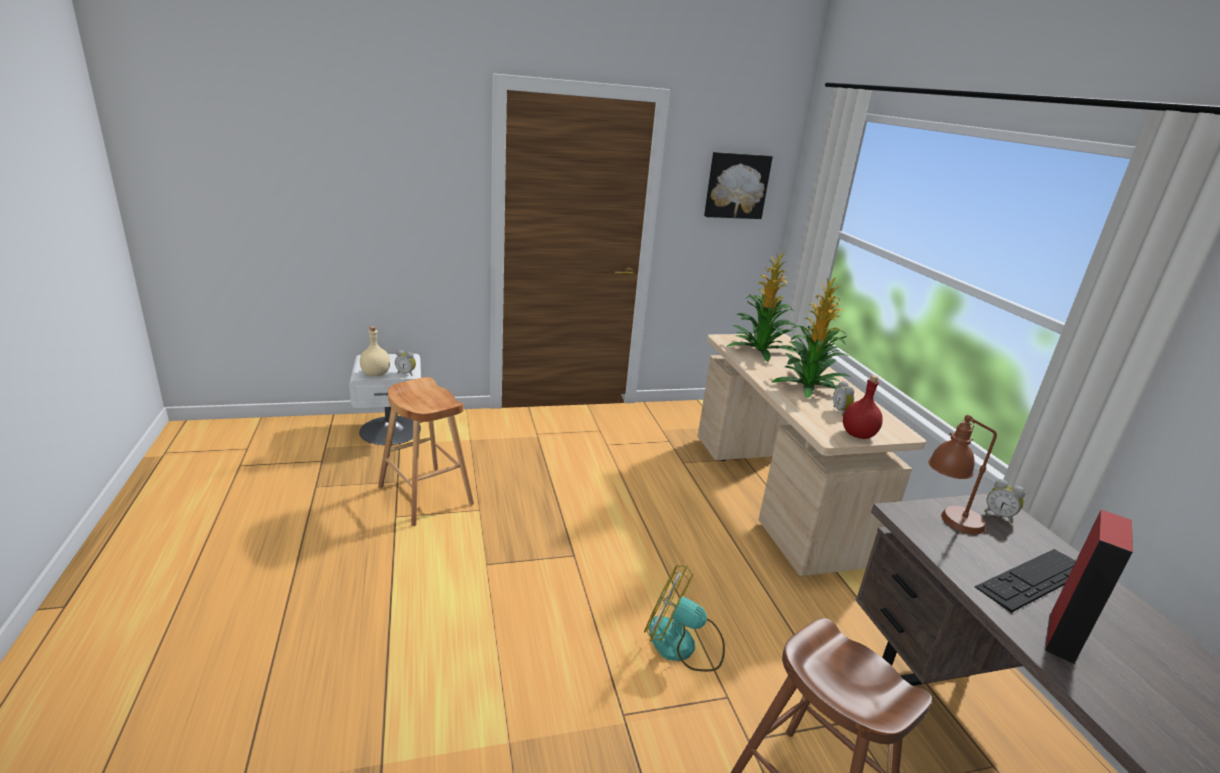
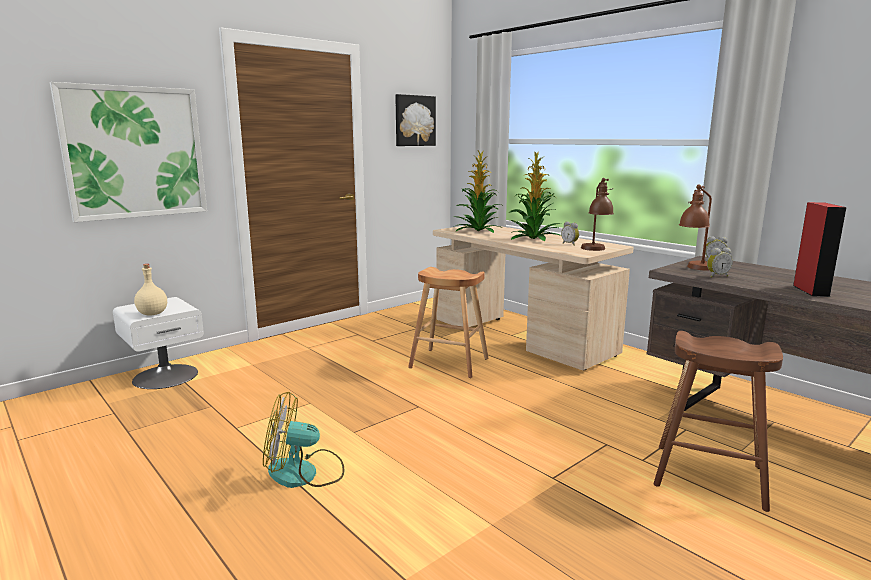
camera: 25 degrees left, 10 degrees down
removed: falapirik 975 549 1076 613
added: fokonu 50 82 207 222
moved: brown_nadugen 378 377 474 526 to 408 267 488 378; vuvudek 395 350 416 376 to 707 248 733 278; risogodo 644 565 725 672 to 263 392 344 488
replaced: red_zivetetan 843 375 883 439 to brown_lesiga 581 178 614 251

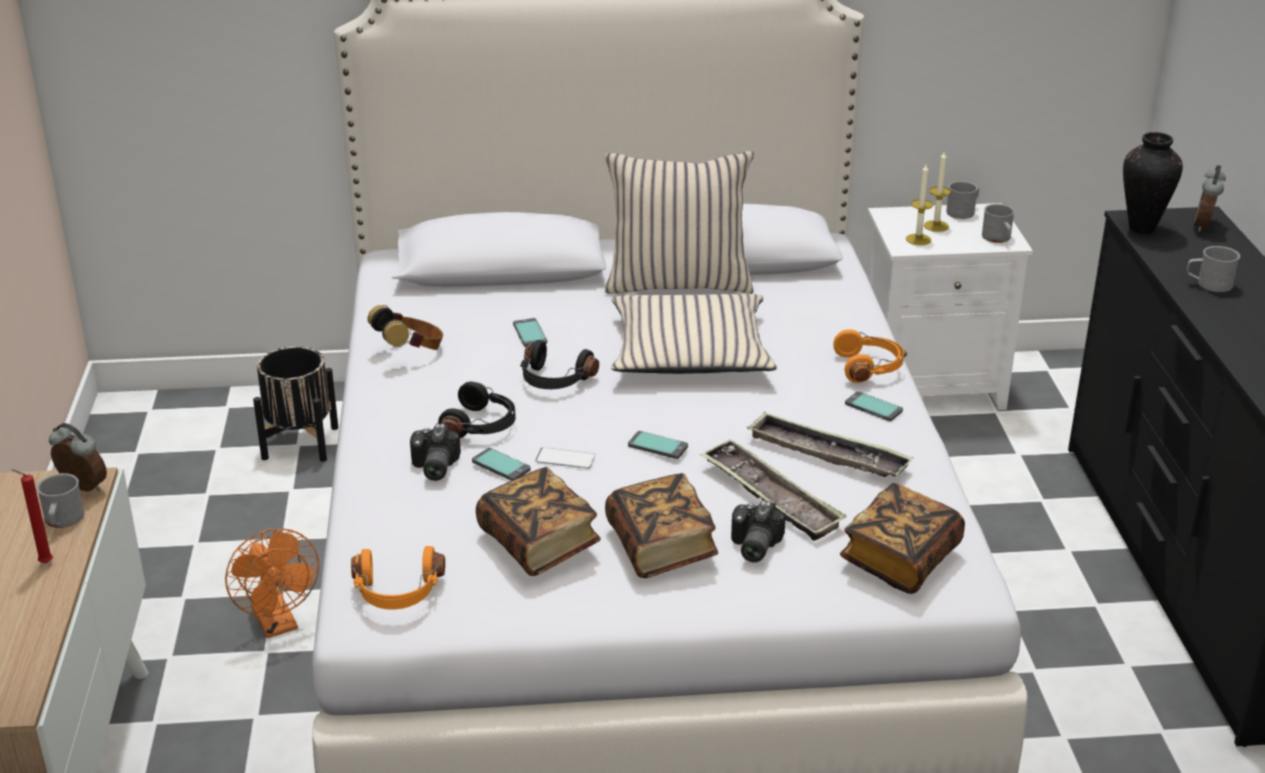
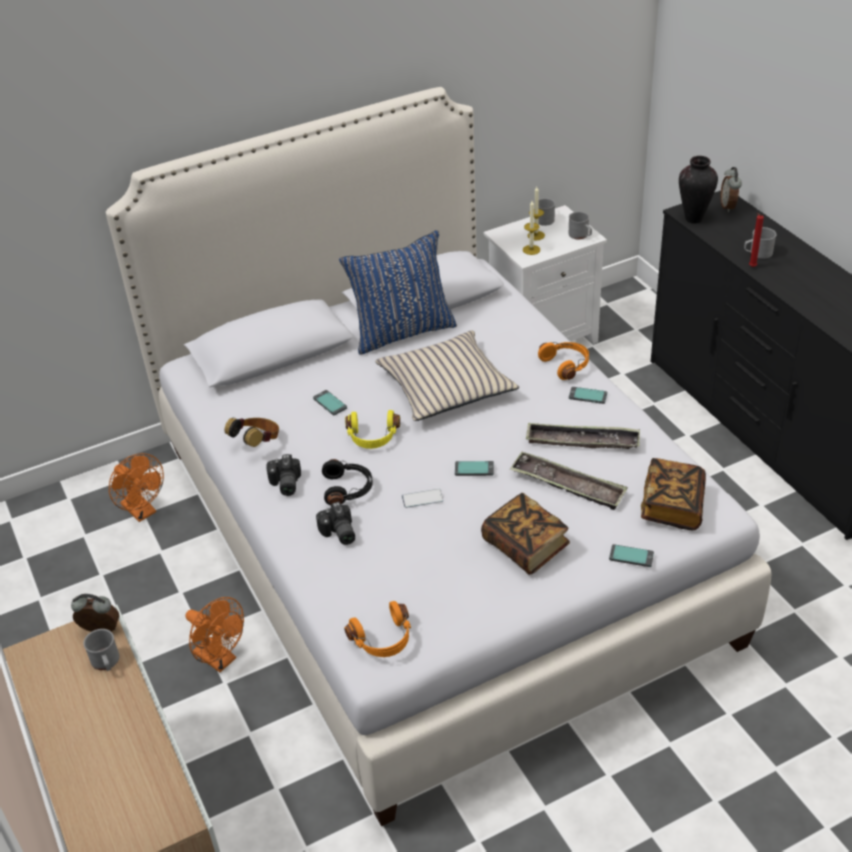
camera: 20 degrees left, 10 degrees up
removed: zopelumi 476 467 601 576
moved: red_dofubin 11 469 53 563 to 749 213 764 267; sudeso 472 448 531 481 to 609 544 654 567; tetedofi 731 500 786 563 to 266 454 301 496
replaced: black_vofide 253 346 338 462 to orange_risogodo 109 453 164 522
recoloured: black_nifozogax 520 340 599 389 to yellow_nifozogax 345 410 400 449; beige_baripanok 605 151 754 294 to blue_baripanok 339 230 457 355

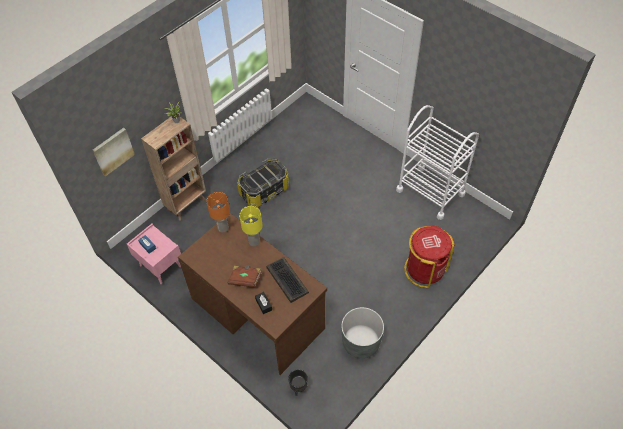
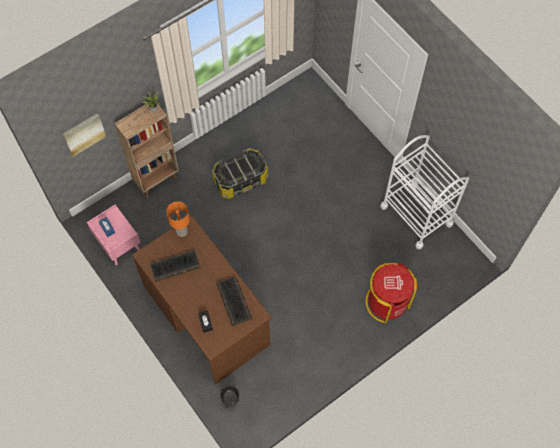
camera: 10 degrees right, 10 degrees up
removed: brown_zopelumi 227 266 262 287; yellow_lesiga 239 206 263 246; grey_vofide 341 307 384 358
added: falapirik 150 249 200 282

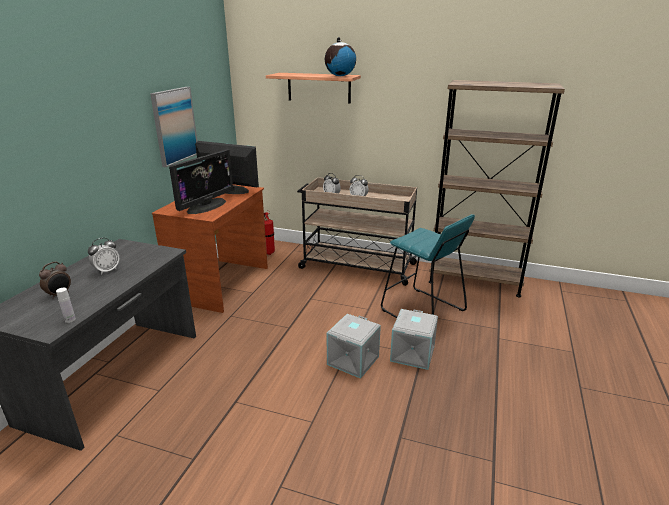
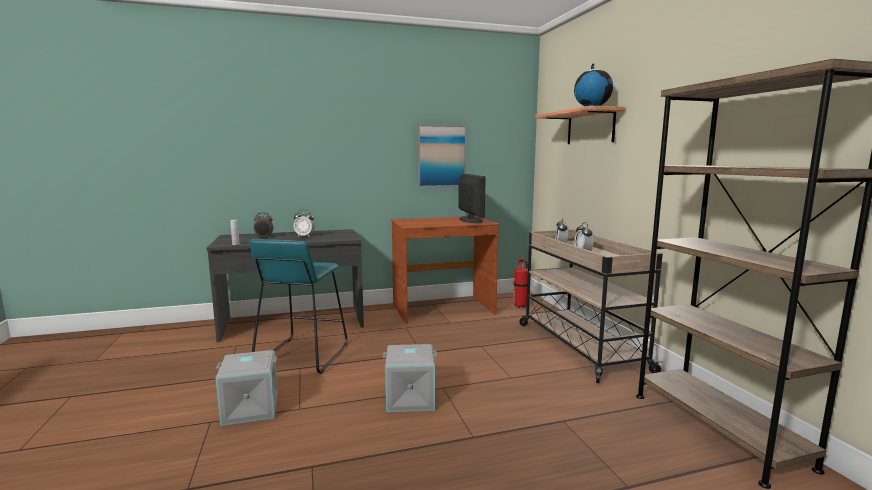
camera: 55 degrees right, 15 degrees down
removed: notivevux 169 149 233 214
moved: turquoise_nadugen 381 214 475 318 to 249 239 347 374; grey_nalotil 390 309 438 370 to 215 350 278 426

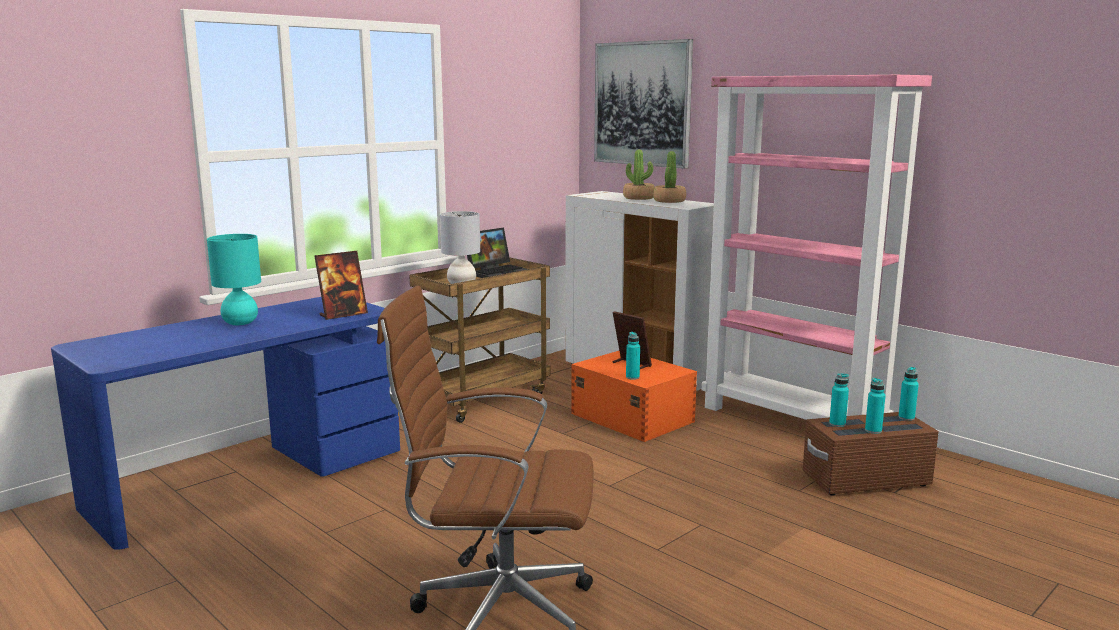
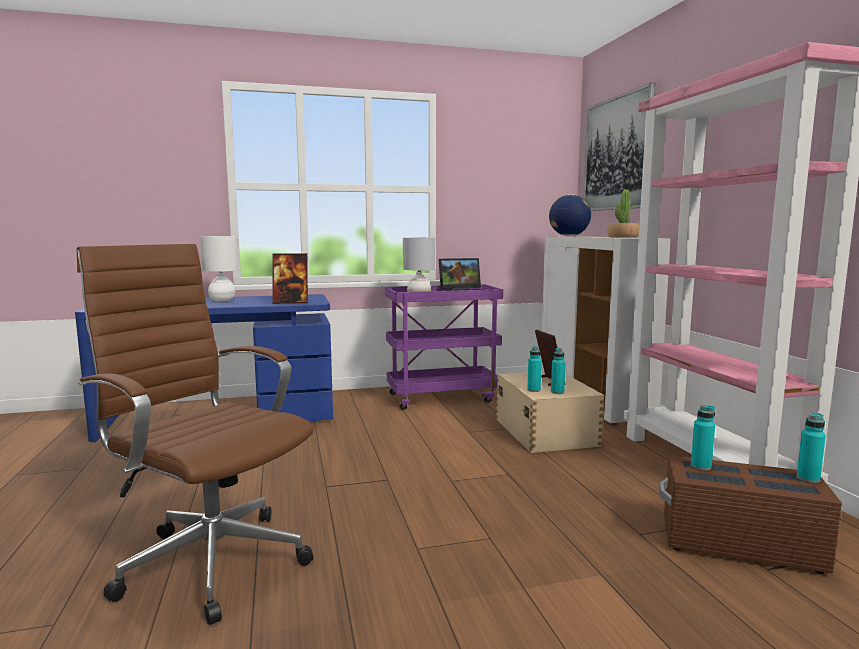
camera: 30 degrees right, 5 degrees down
removed: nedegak 623 150 655 200
added: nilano 549 194 591 236
moved: turquoise_zivetetan 865 378 886 434 to 551 348 566 394
recoloured: turquoise_lesiga 207 234 261 325 to white_lesiga 200 236 239 301; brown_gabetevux 409 257 550 423 to purple_gabetevux 385 284 503 410; orange_nalotil 571 351 697 442 to beige_nalotil 496 371 604 453

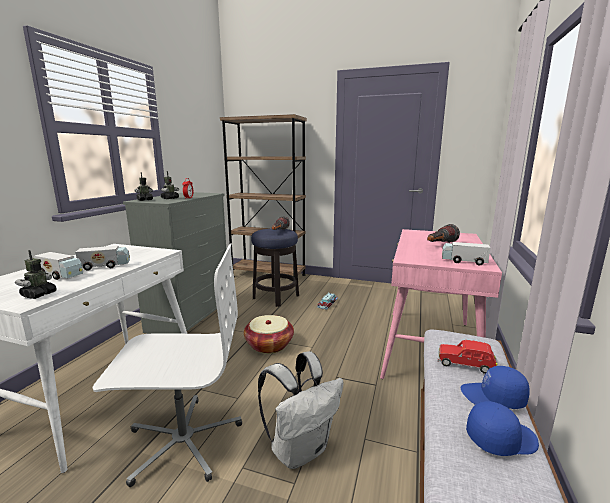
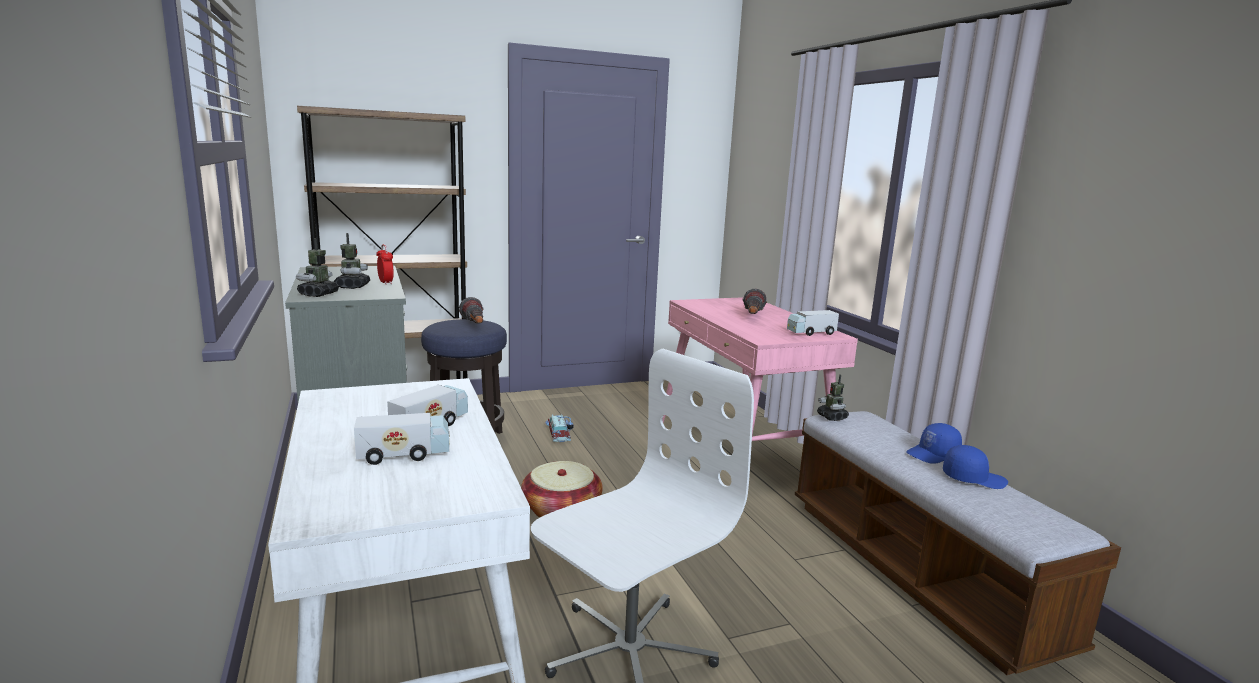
camera: 40 degrees left, 0 degrees up
removed: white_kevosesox 258 351 344 469; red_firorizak 438 340 499 374
moved: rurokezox 15 250 57 299 to 817 374 849 421
turned: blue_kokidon 466 401 539 456 = 943 445 1008 489 60 degrees clockwise

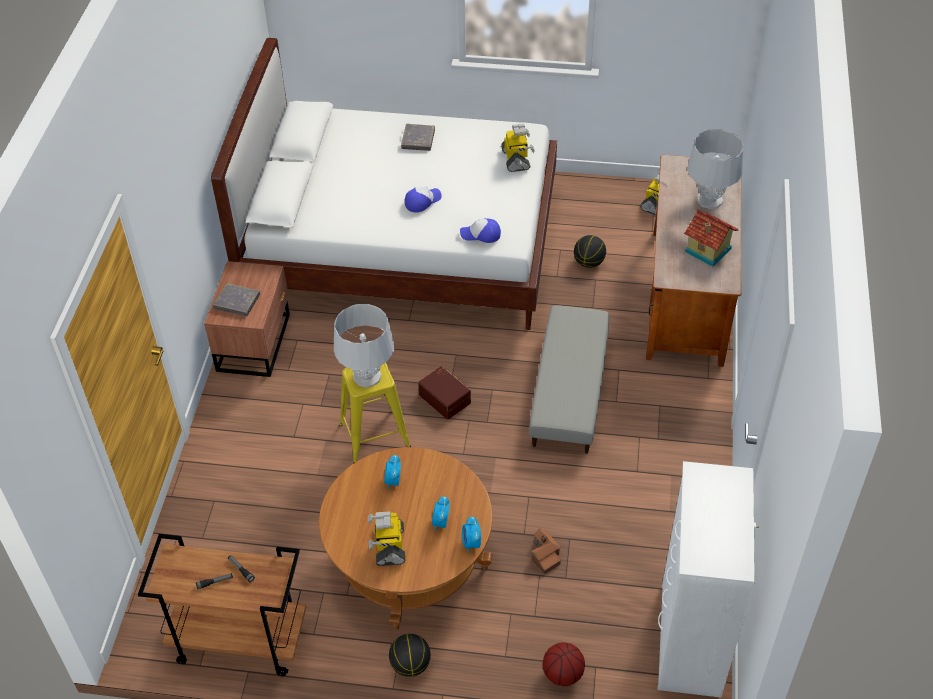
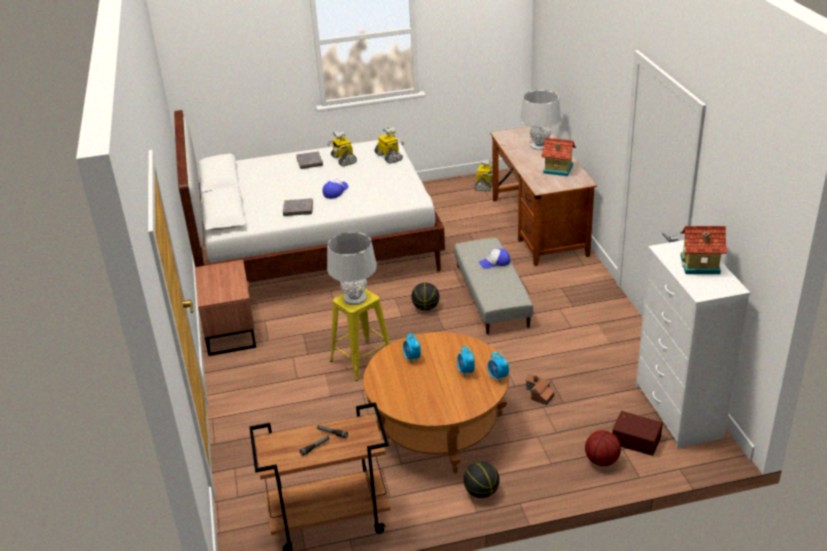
camera: 20 degrees left, 15 degrees down
added: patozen 680 226 727 274
moved: grey_zopelumi 213 283 260 316 to 283 198 313 216; rurokezox 368 511 405 566 to 327 130 357 167; brown_nalotil 418 366 471 420 to 612 411 663 456; kokidon 460 218 501 243 to 479 249 511 269; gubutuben 574 235 606 268 to 411 283 439 311

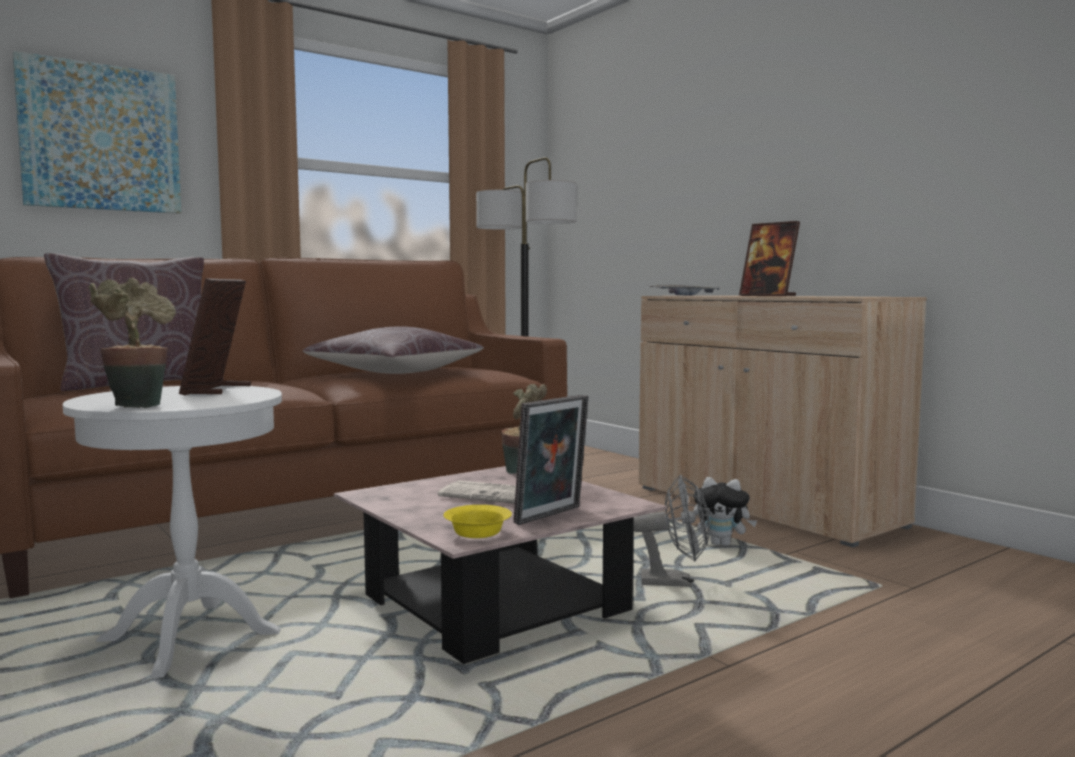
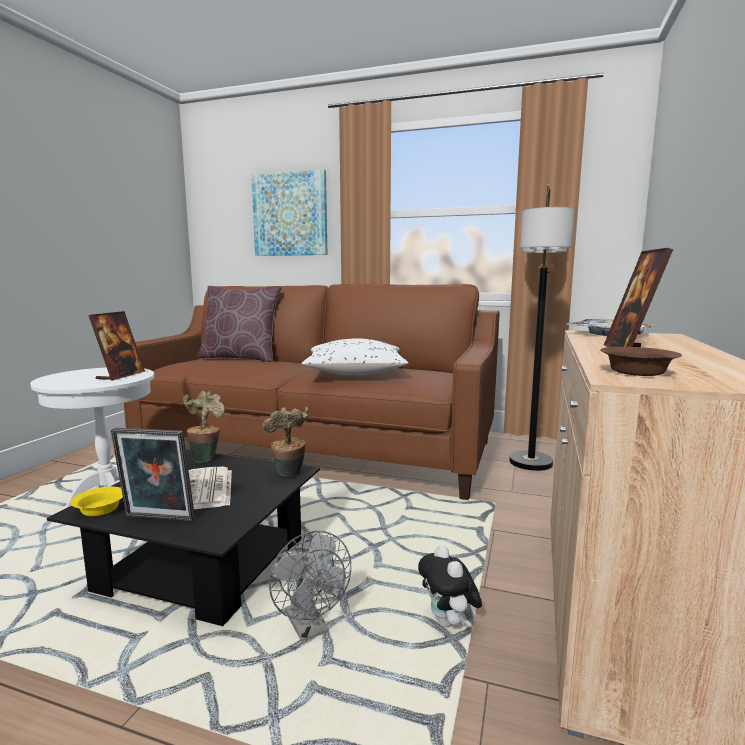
camera: 55 degrees right, 5 degrees up
added: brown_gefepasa 600 347 682 376
moved: nedegak 88 278 176 408 to 183 391 225 463
recoloured: brown_baripanok 303 326 484 374 to white_baripanok 301 339 408 376; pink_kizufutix 334 466 667 664 to black_kizufutix 47 450 320 626
turned: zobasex 179 278 251 396 = 88 311 145 381 135 degrees clockwise

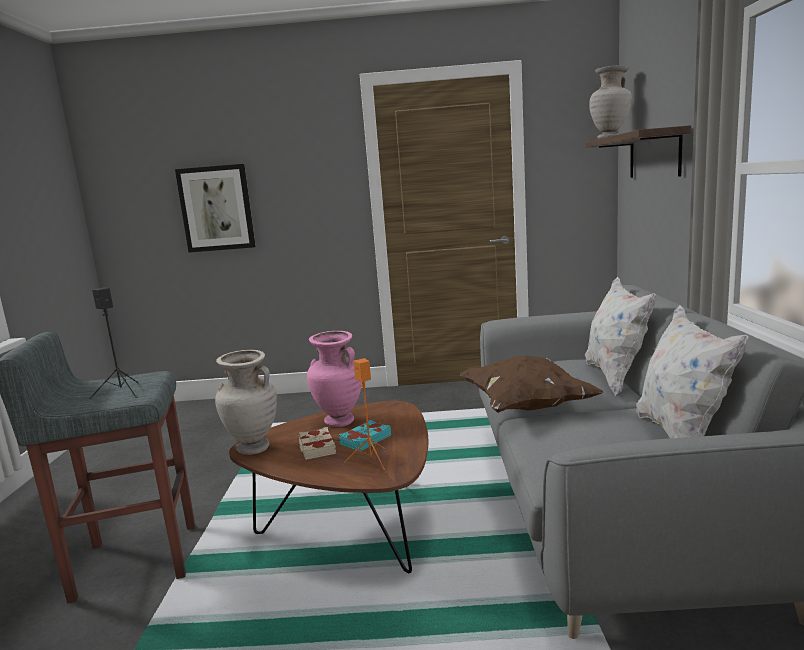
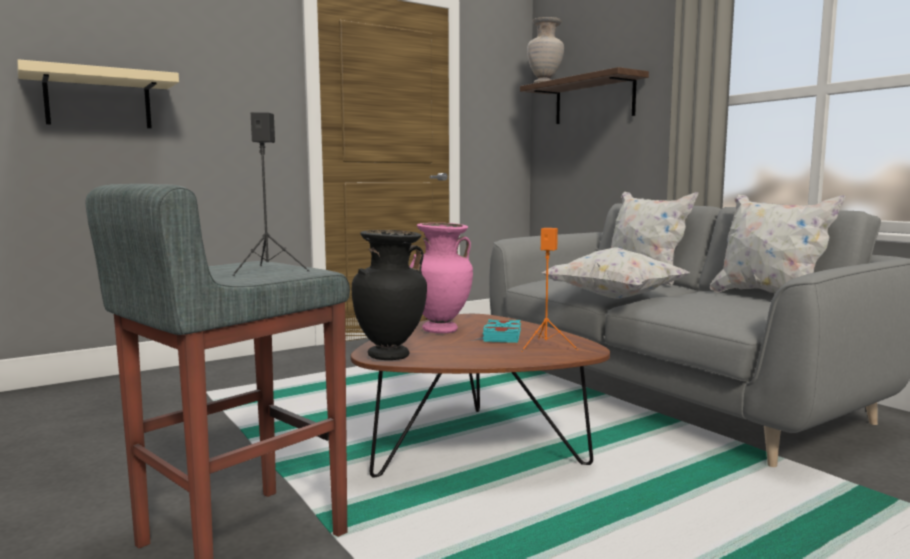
camera: 35 degrees left, 5 degrees down
removed: beige_zopelumi 299 427 336 460
replaced: fokonu 175 164 256 252 to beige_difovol 17 59 179 128
recoloured: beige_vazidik 215 350 277 455 to black_vazidik 352 230 427 360; brown_baripanok 460 356 604 413 to white_baripanok 542 247 690 299

